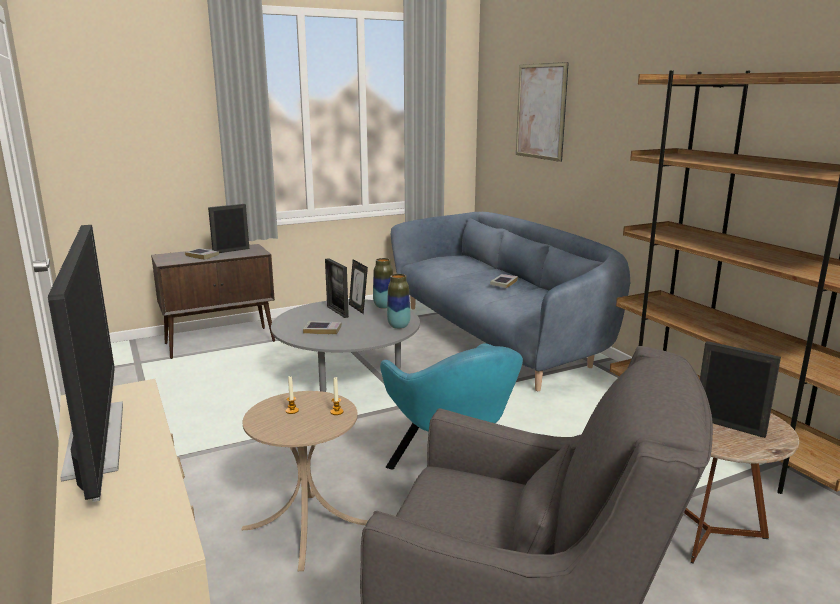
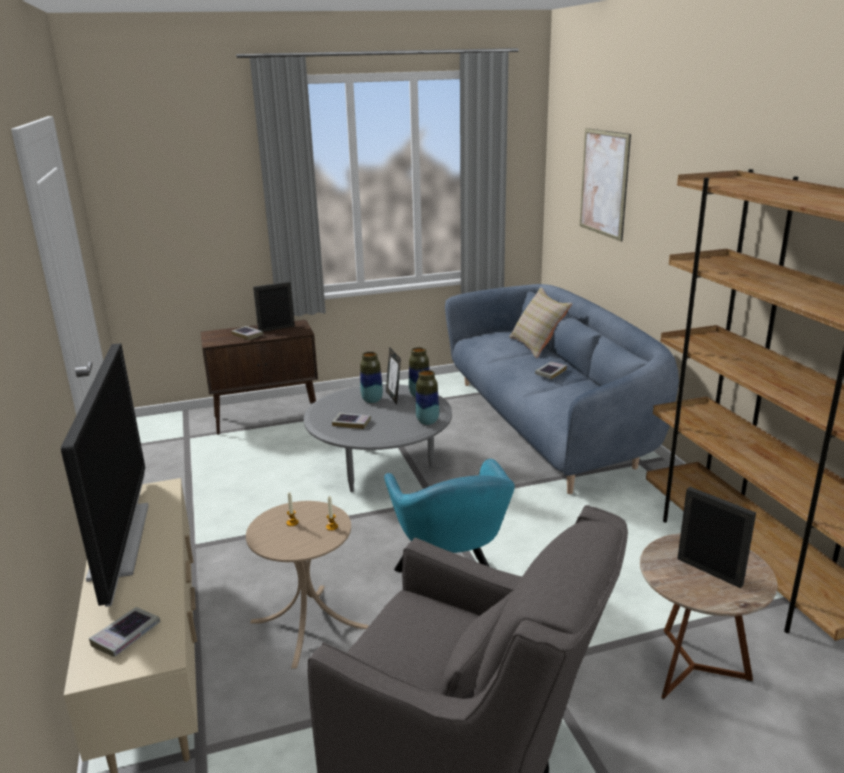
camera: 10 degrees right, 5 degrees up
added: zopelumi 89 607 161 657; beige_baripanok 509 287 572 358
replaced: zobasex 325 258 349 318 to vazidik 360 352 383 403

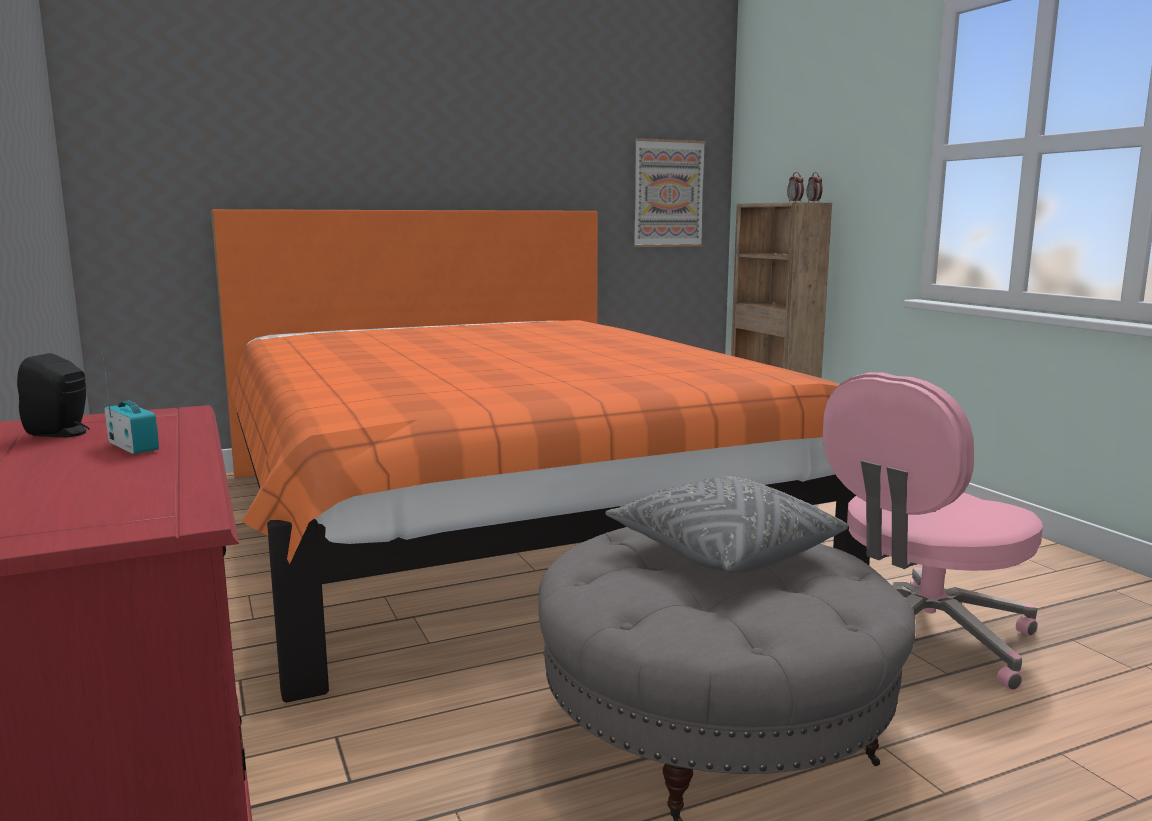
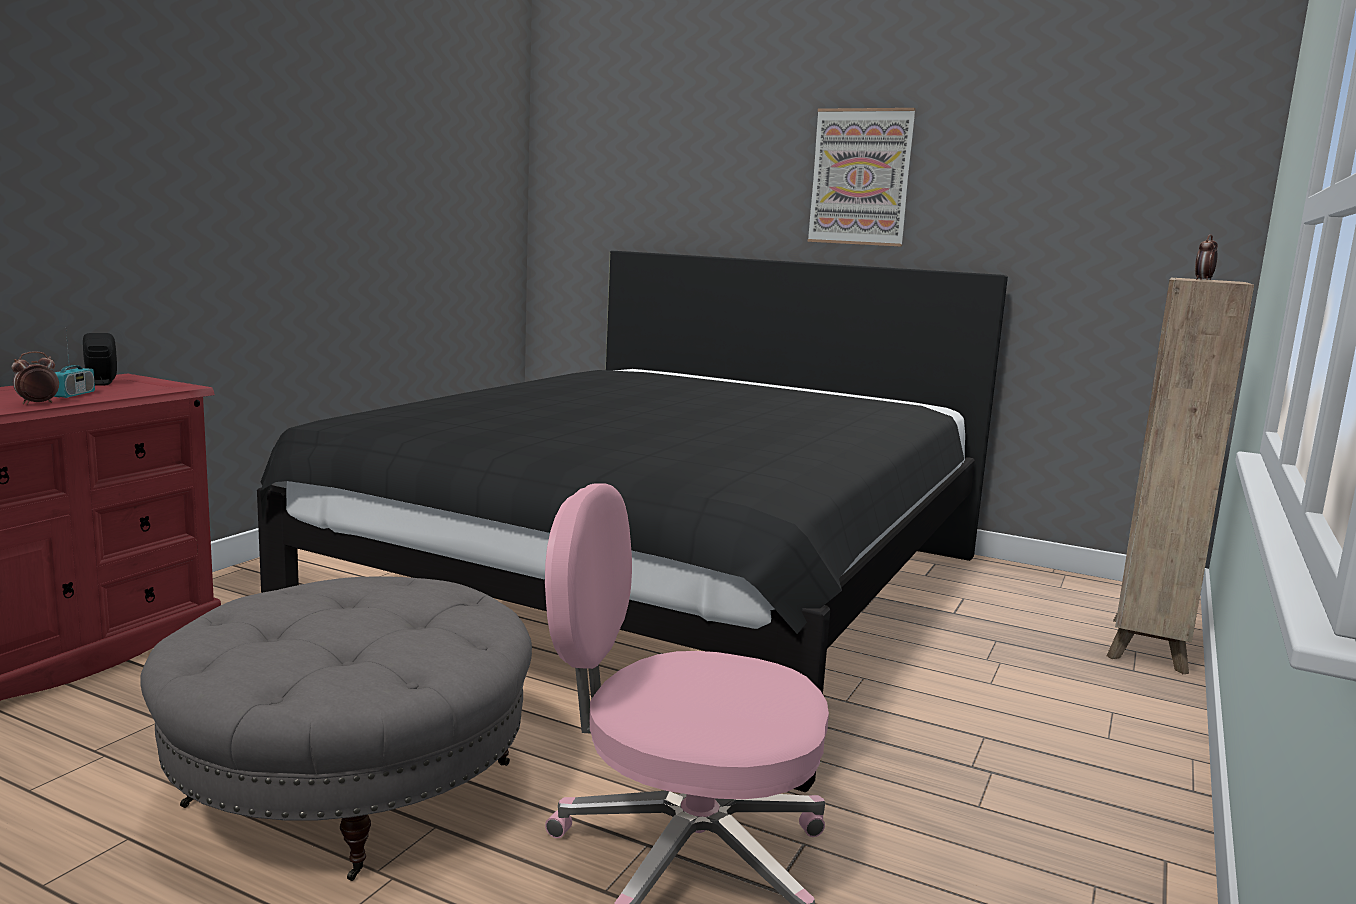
camera: 50 degrees right, 0 degrees up
removed: grey_baripanok 605 476 848 573
moved: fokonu 634 138 705 247 to 808 108 916 247; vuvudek 806 172 823 202 to 11 351 59 404
recoloured: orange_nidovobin 211 209 870 703 to black_nidovobin 257 251 1008 792

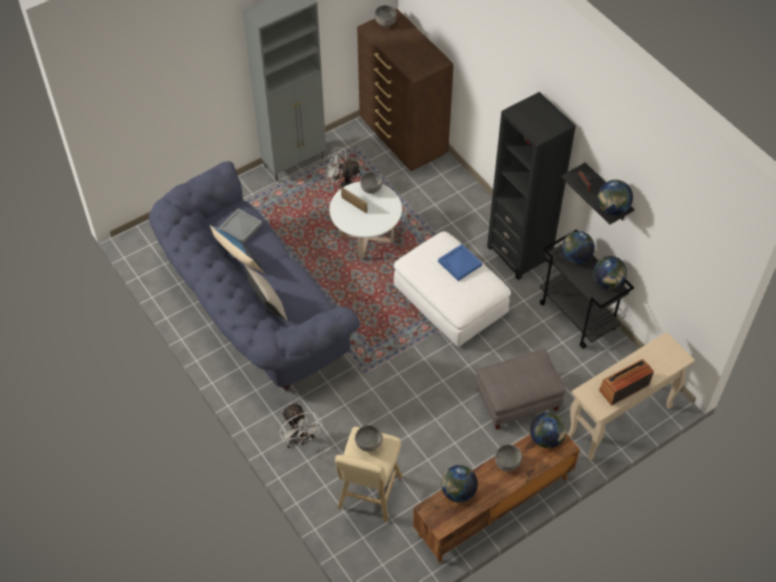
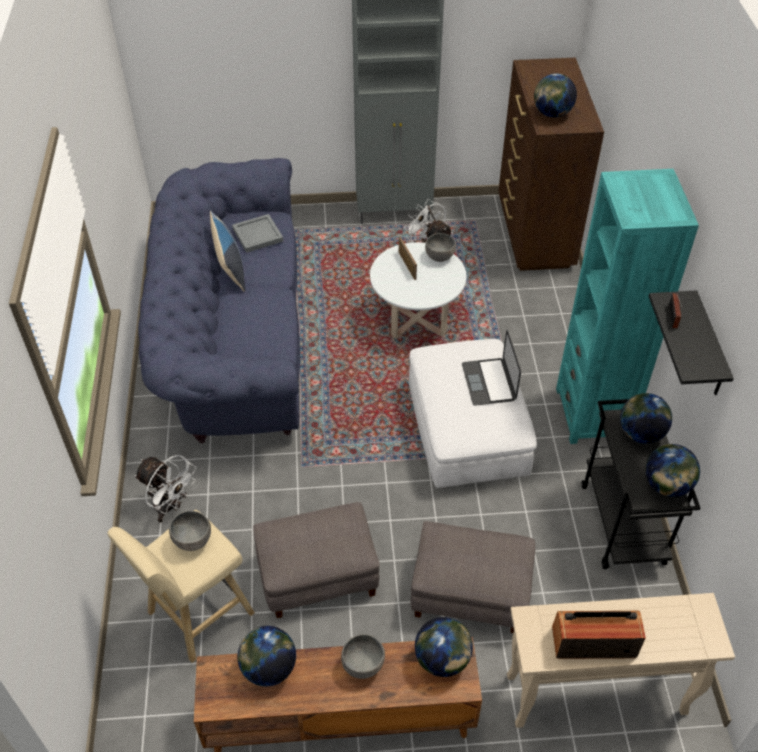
camera: 30 degrees right, 5 degrees down
removed: beige_baripanok 244 265 288 321; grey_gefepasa 374 5 397 27
added: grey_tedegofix 253 502 380 618
moved: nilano 597 180 633 215 to 534 73 577 118
replaced: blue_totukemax 438 244 482 281 to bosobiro 462 330 521 406
recoloured: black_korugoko 487 92 576 280 to turquoise_korugoko 556 169 699 444
turned: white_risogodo 280 403 323 448 = 134 455 196 523 60 degrees counterclockwise

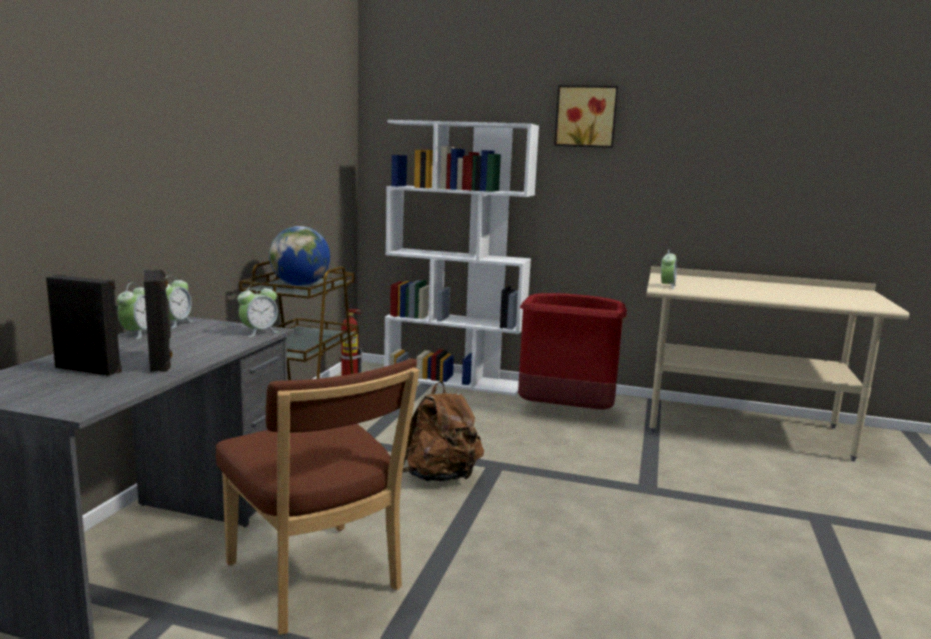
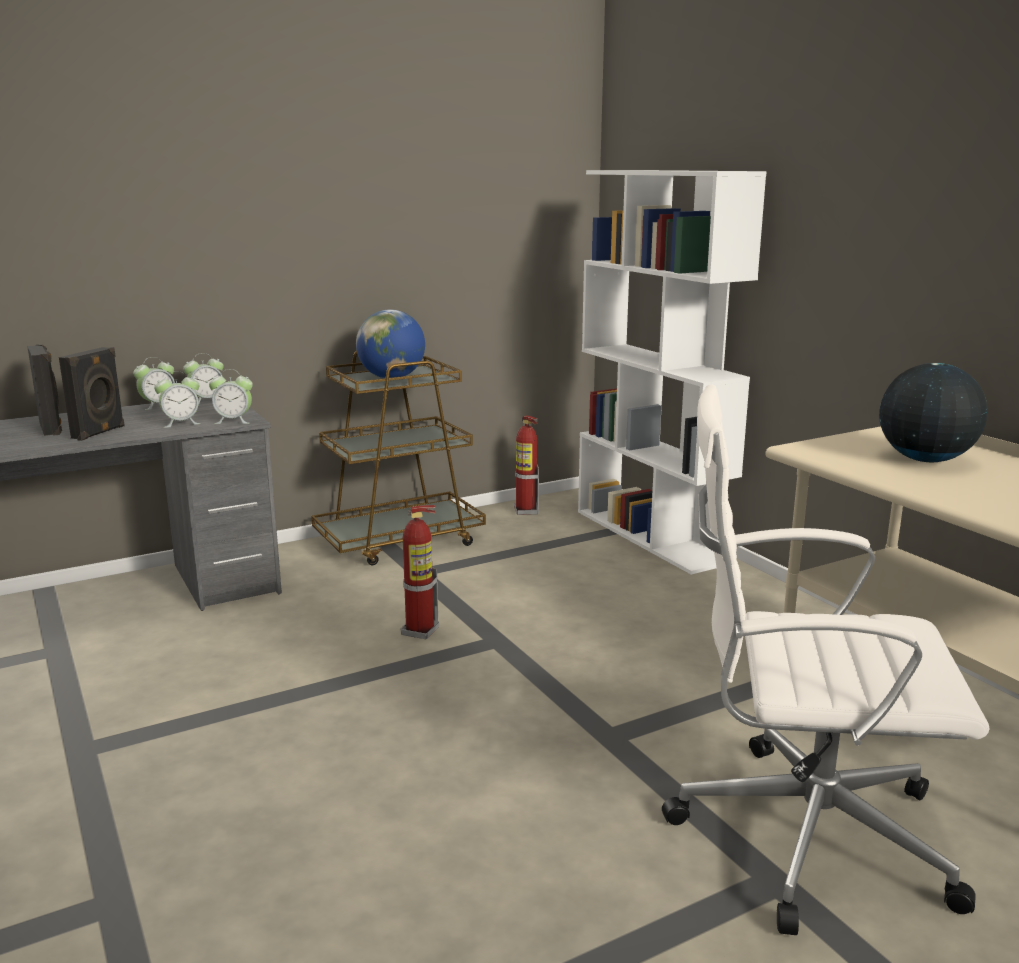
camera: 45 degrees right, 5 degrees up
removed: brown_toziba 216 358 420 635; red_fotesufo 518 293 627 410; fokonu 554 85 618 148
added: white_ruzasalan 662 384 990 935; nilano 879 363 987 463
moved: vuvudek 661 249 677 289 to 154 371 201 428
replaced: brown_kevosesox 403 381 484 481 to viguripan 400 505 439 639

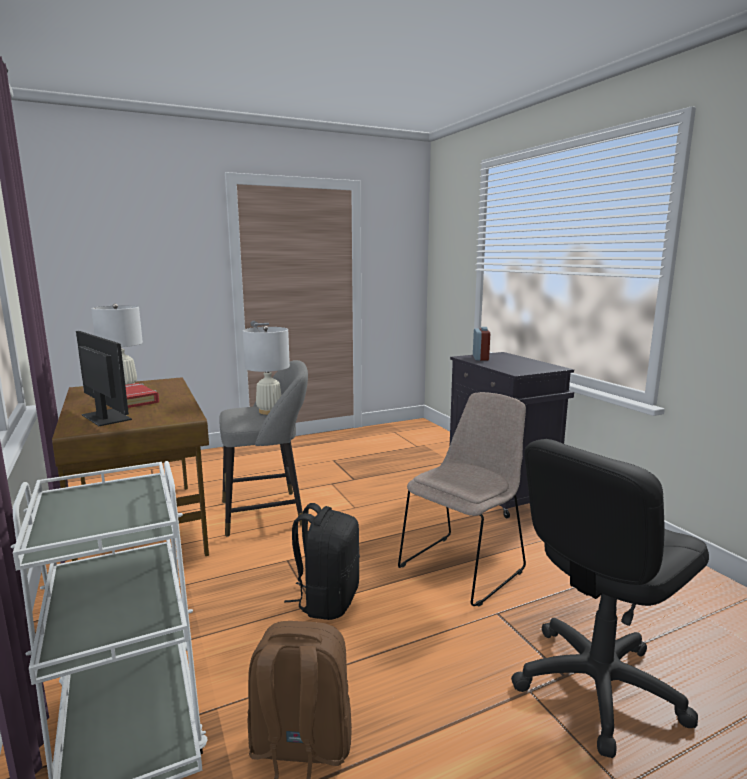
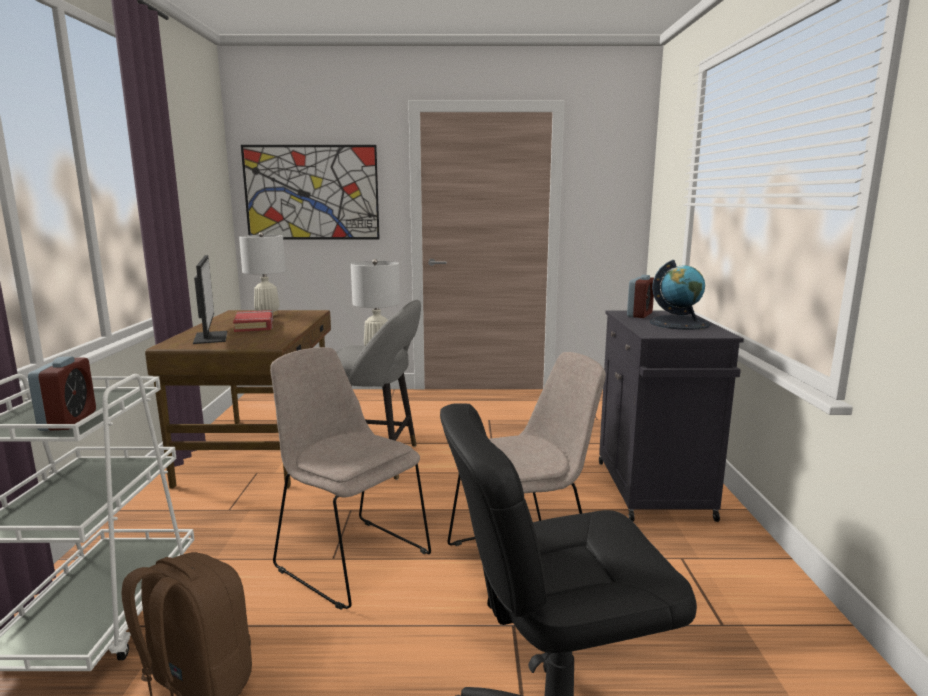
camera: 25 degrees right, 0 degrees up
added: vuvudek 28 356 96 431; fokonu 241 145 380 240; nilano 650 260 710 330
replaced: black_kevosesox 284 503 360 620 to beige_toziba 270 347 431 610

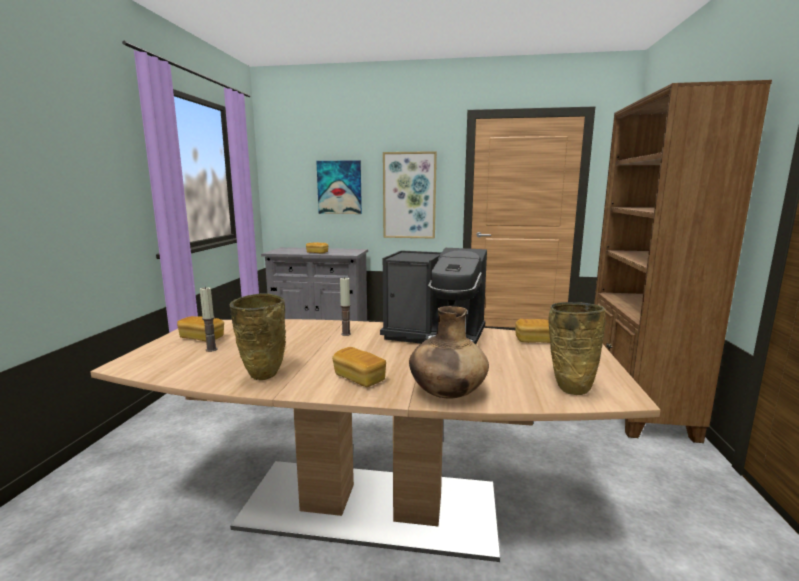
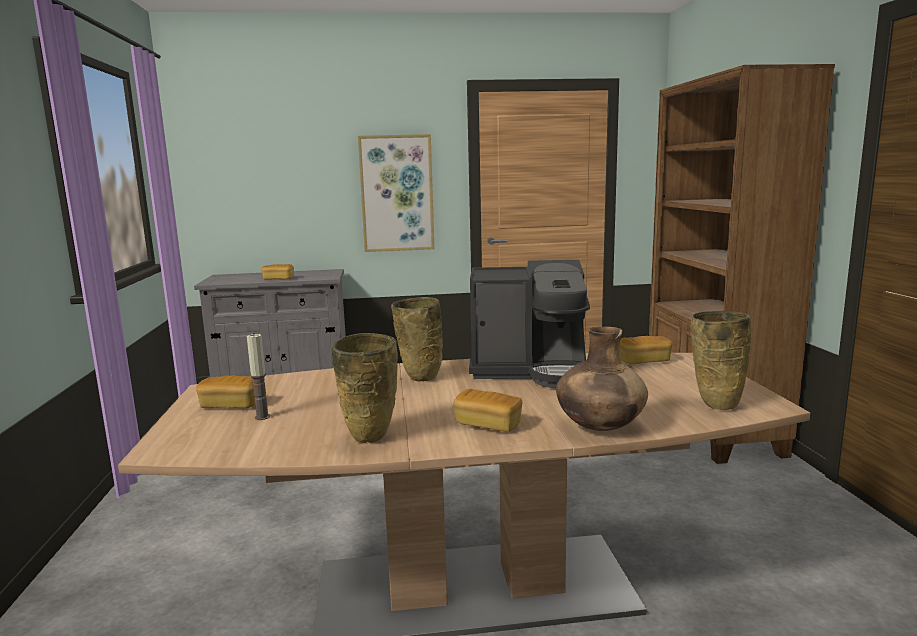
camera: 15 degrees left, 0 degrees up
removed: fokonu 316 160 362 214
replaced: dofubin 340 277 351 336 to beige_vazidik 391 297 443 382

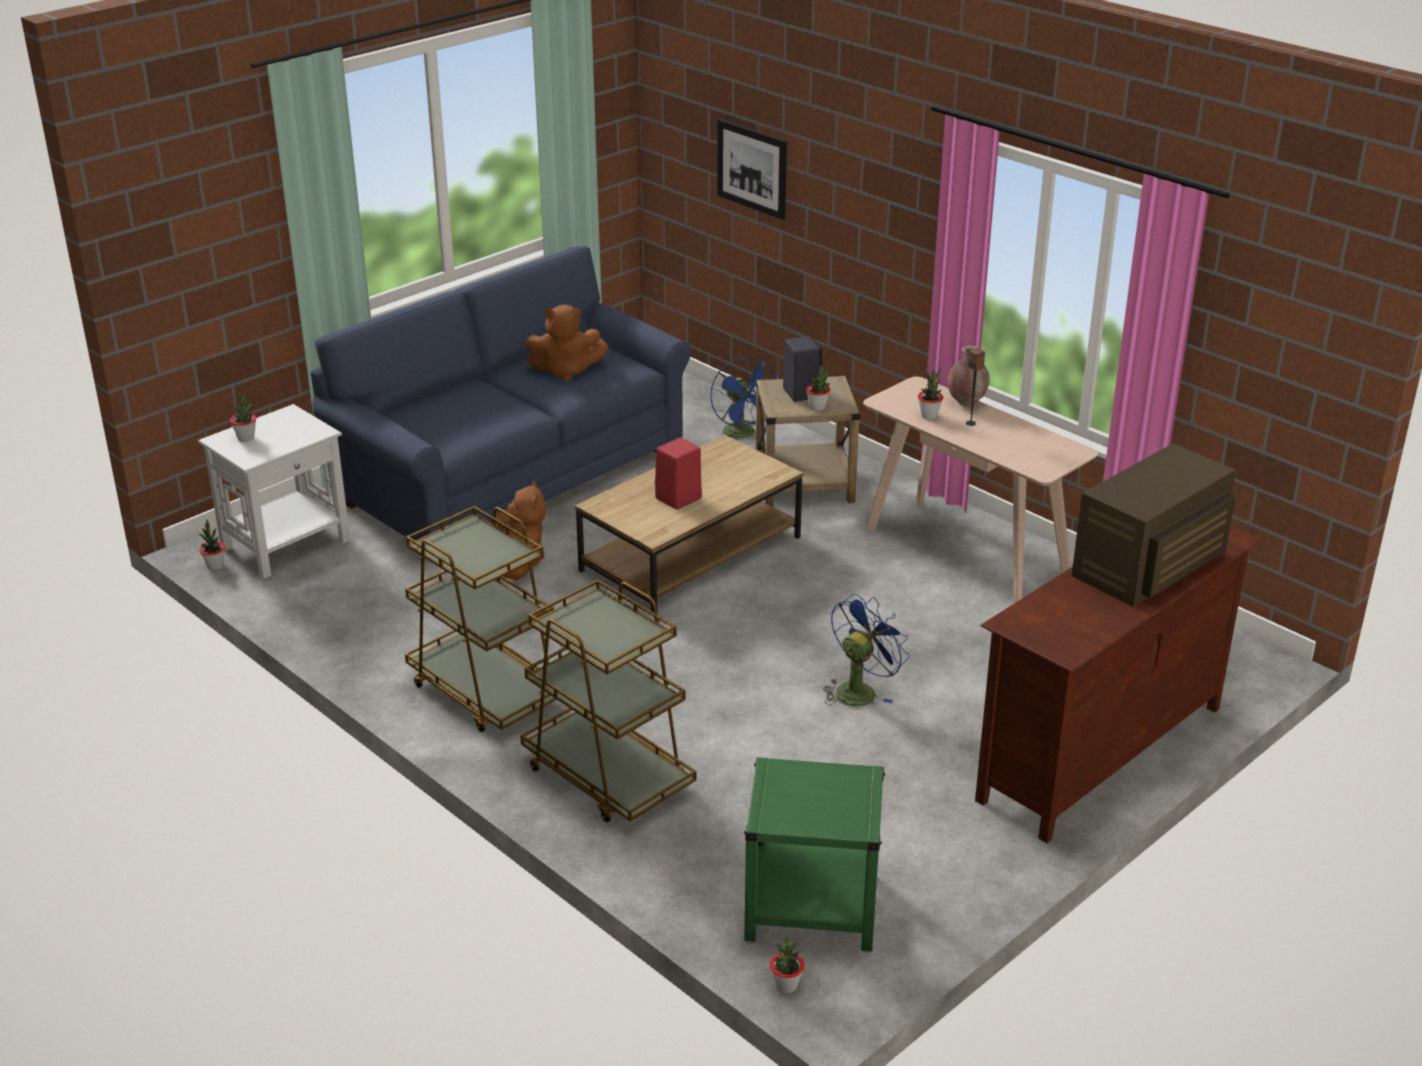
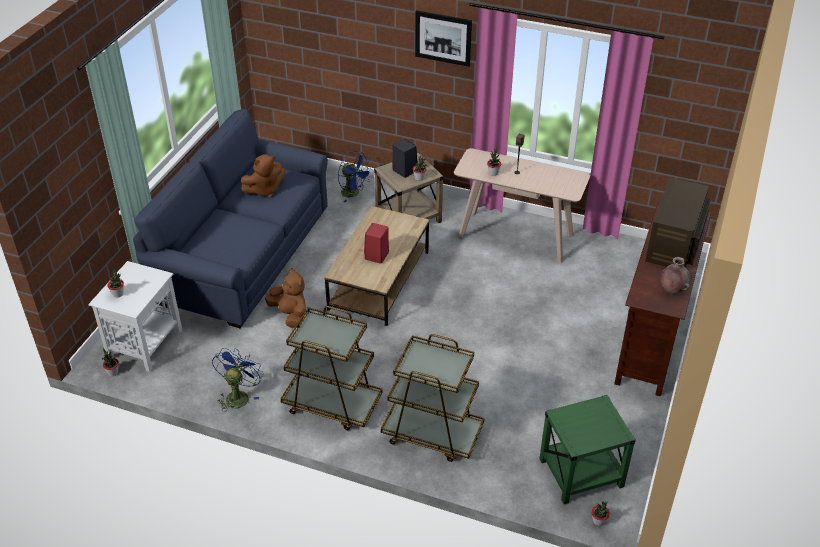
camera: 25 degrees left, 10 degrees up
moved: fokonu 717 119 787 220 to 415 10 472 67; blue_risogodo 823 594 910 706 to 212 348 263 412; brown_vazidik 947 346 990 406 to 661 257 690 294

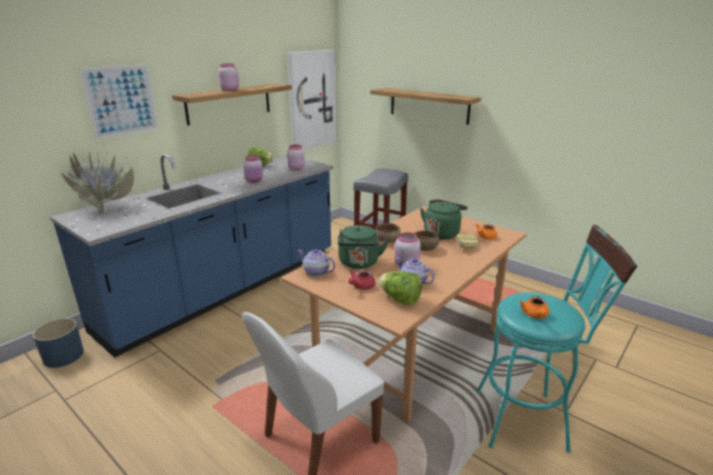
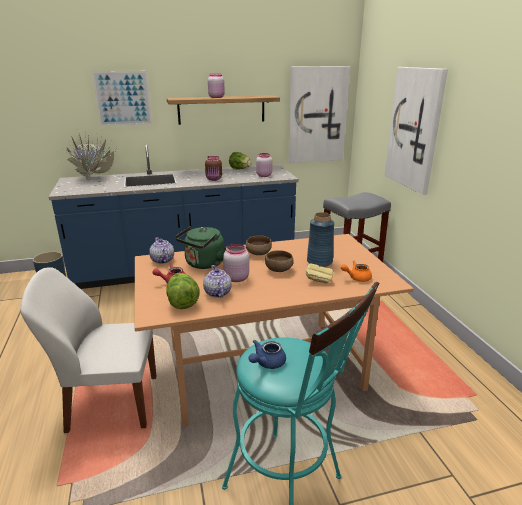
camera: 35 degrees right, 0 degrees up
replaced: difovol 370 88 481 125 to fokonu 384 67 448 195; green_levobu 420 199 468 239 to blue_vazidik 307 212 334 267
recoloured: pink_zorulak 243 155 263 183 to brown_zorulak 205 156 222 181; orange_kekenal 519 296 549 318 to blue_kekenal 249 340 286 369

